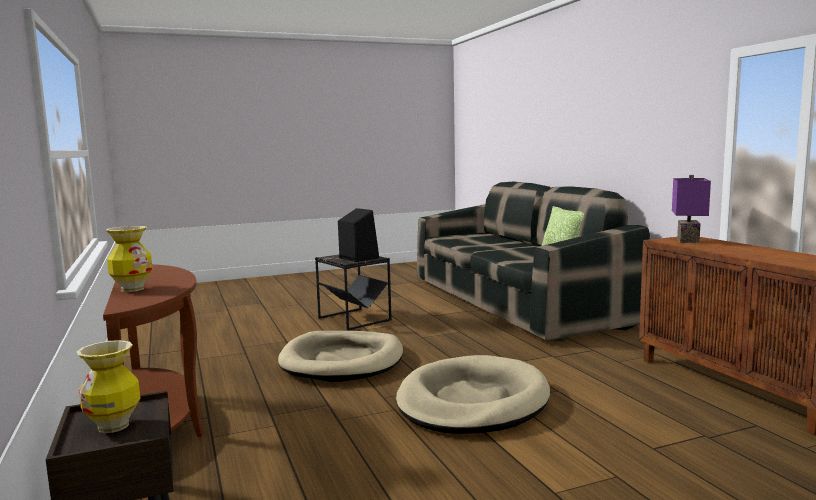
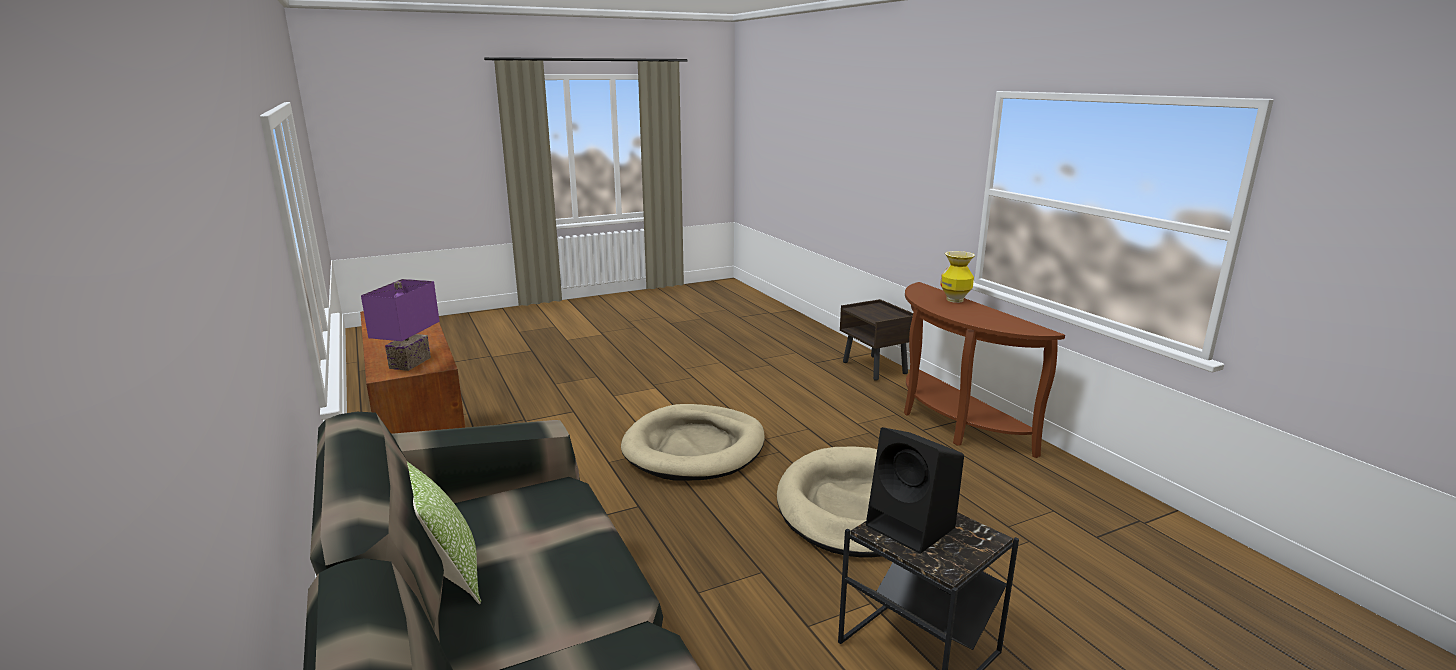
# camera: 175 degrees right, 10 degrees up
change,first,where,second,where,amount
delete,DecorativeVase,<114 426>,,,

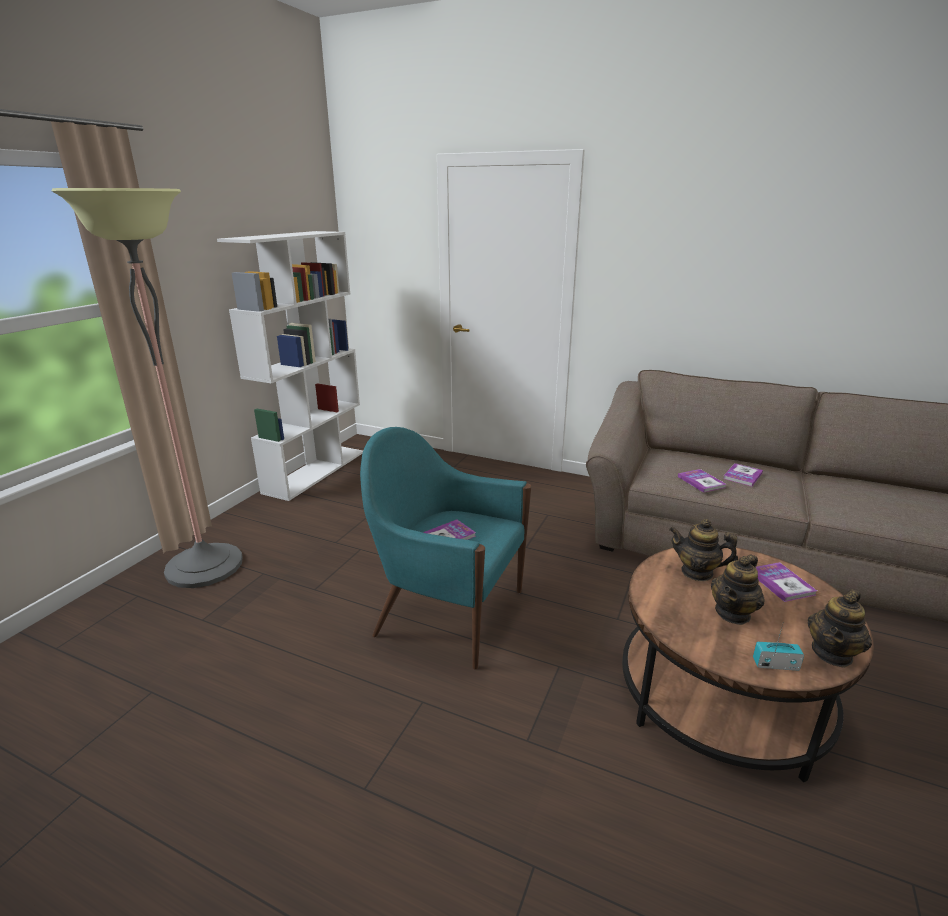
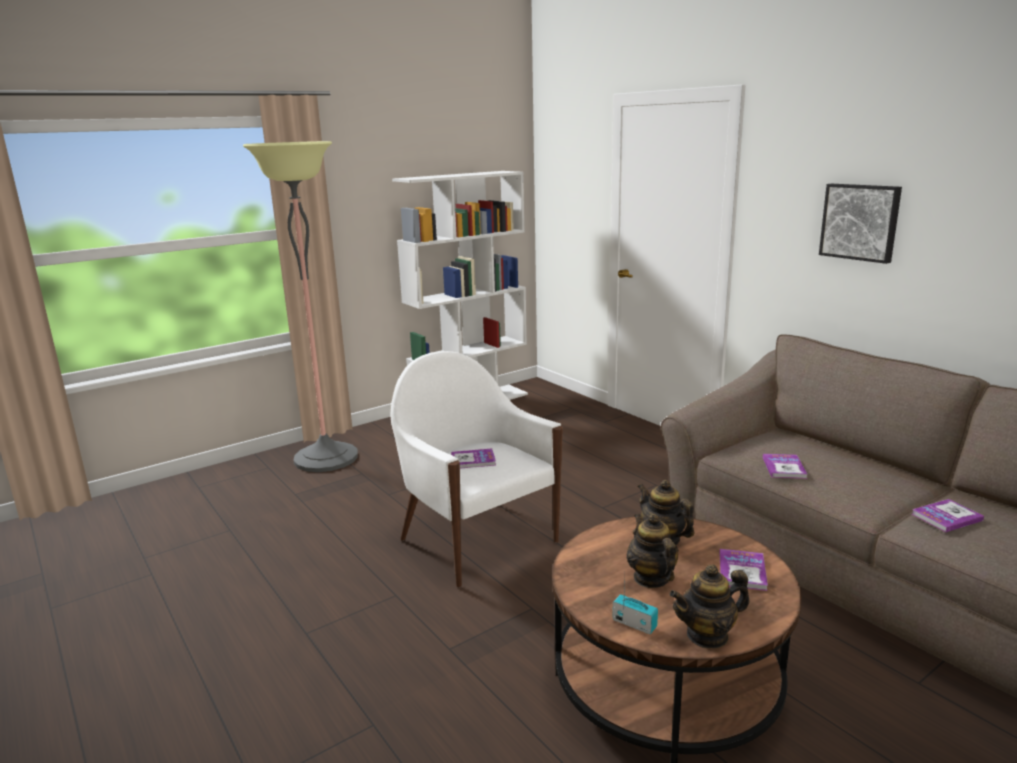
# camera: 30 degrees right, 5 degrees down
change,first,where,second,where,amount
insert,,,WallArt,<860 222>,
move,BoundBook,<742 476>,,<946 517>,
recolor,BlueGreenArmchair,<447 611>,WhiteArmchair,<477 539>,
rotate,PotForTea,<733 613>,,<651 578>,90 degrees clockwise

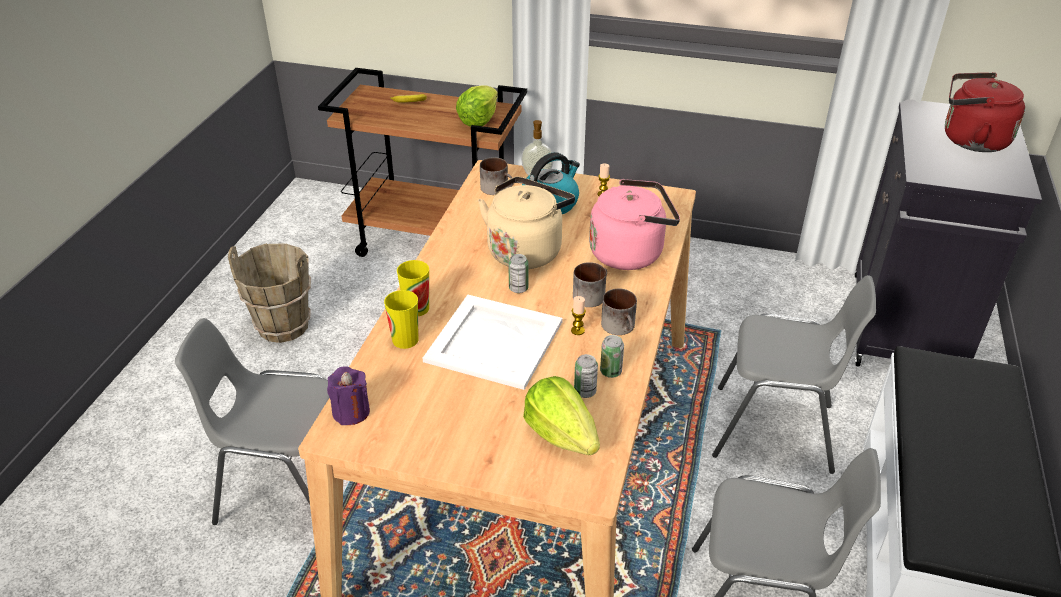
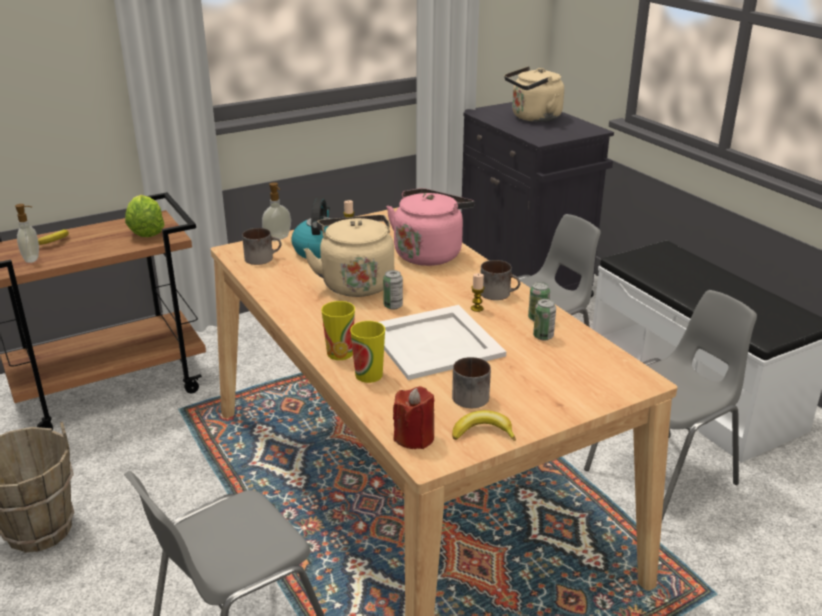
# camera: 45 degrees left, 10 degrees down
change,first,where,second,where,amount
delete,Lettuce,<561 435>,,,
insert,,,SoapDispenser,<33 259>,
insert,,,Banana,<483 432>,
move,CoffeeMug,<590 294>,,<468 395>,
recolor,PurpleColouredCandle,<351 412>,RedCandle,<414 437>,
recolor,RedKettle,<970 140>,SandColouredKettle,<533 118>,

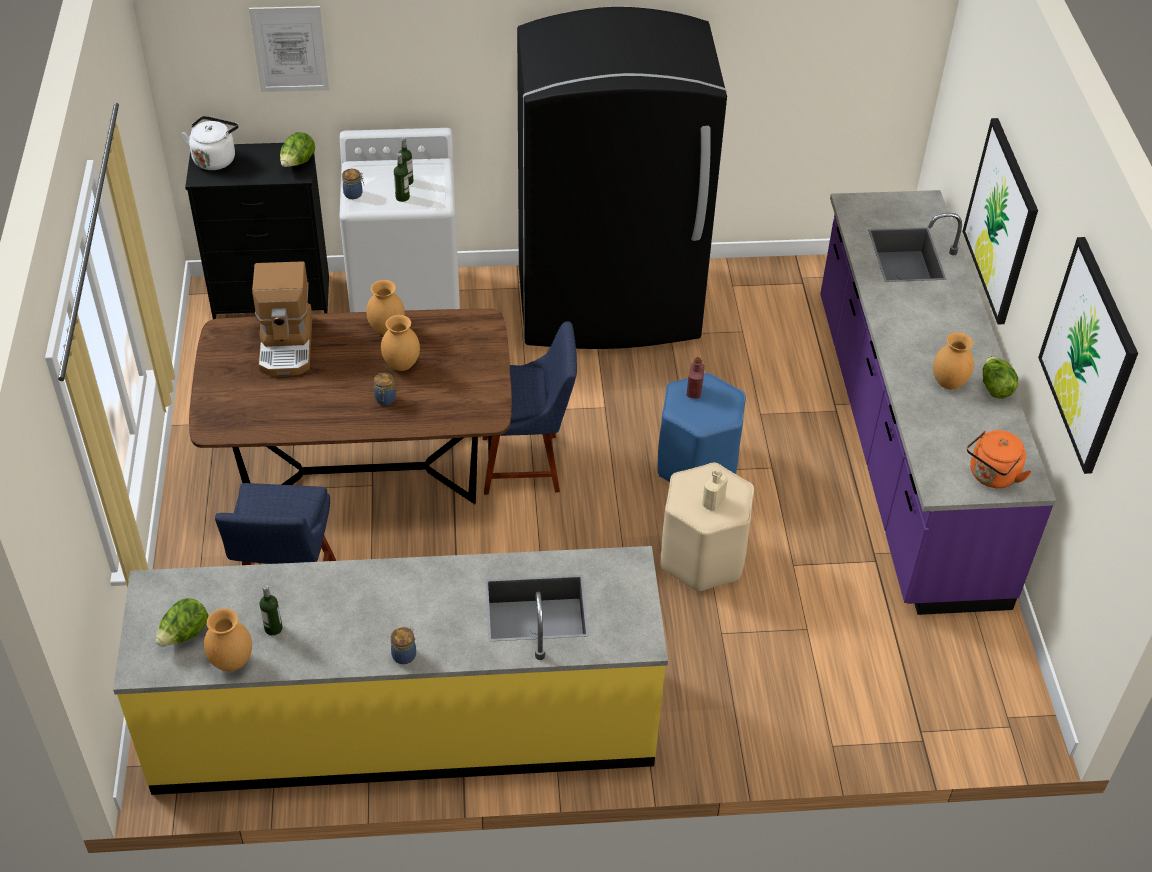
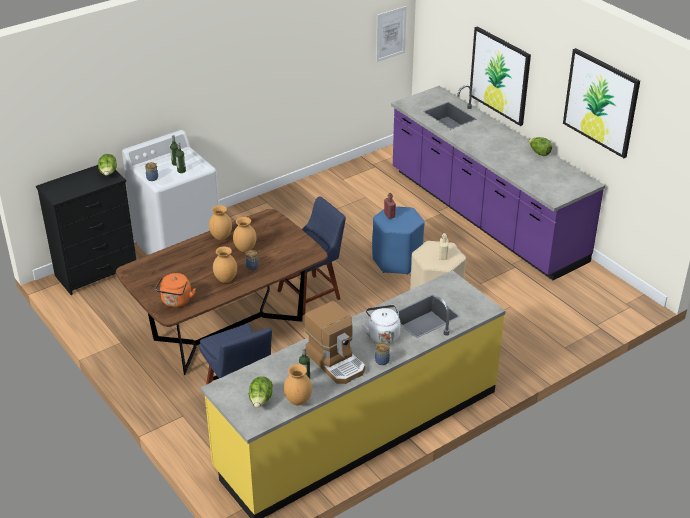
# camera: 30 degrees left, 10 degrees down
change,first,where,second,where,amount
delete,BlackishRefrigerator,<609 306>,,,
move,WhiteKettle,<215 158>,,<382 335>,
move,WallArt,<290 49>,,<390 34>,
move,CoffeeBrewer,<287 344>,,<336 362>,
move,BrownColouredDecorativeVase,<947 383>,,<225 280>,
move,OrangeKettle,<991 476>,,<176 302>,

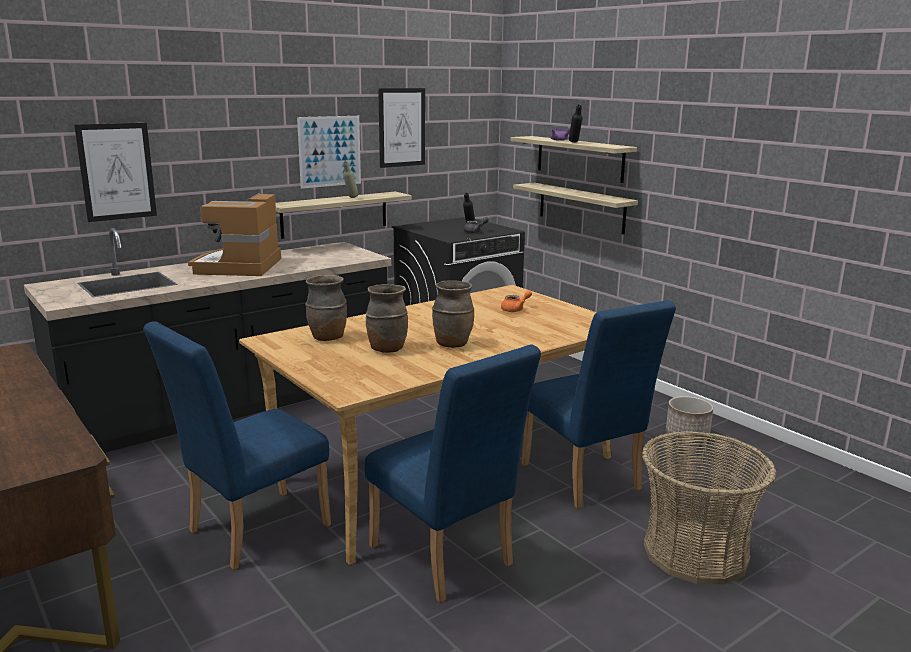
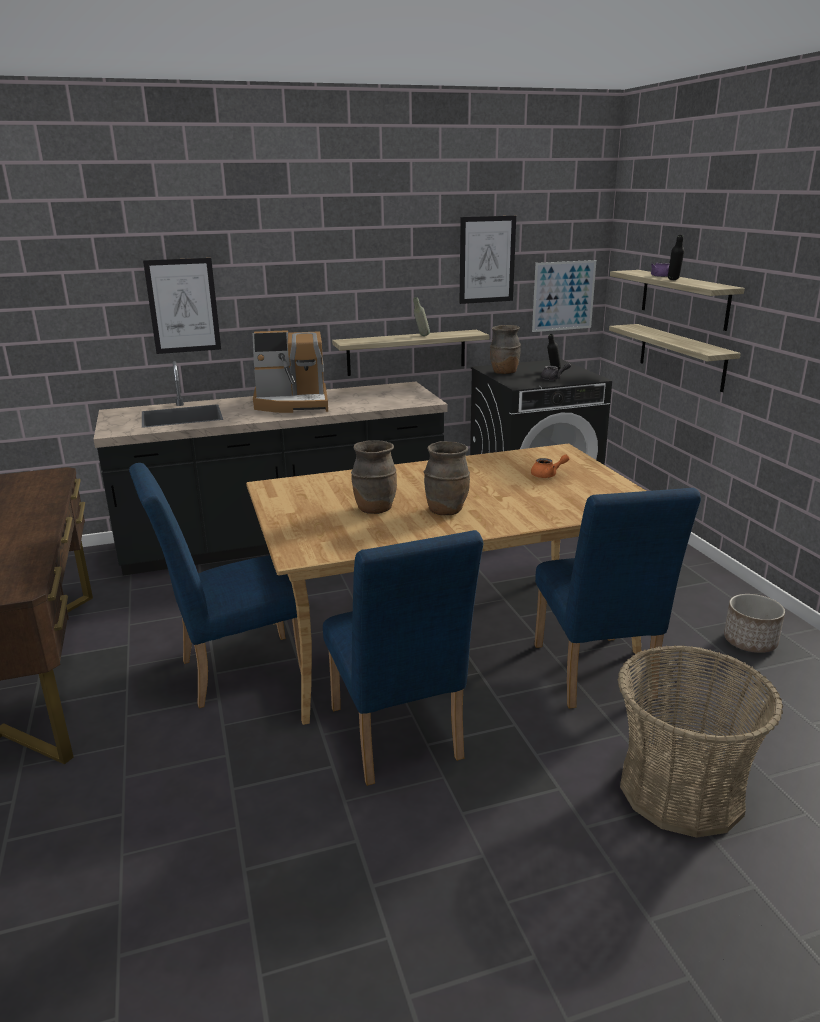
# camera: 20 degrees right, 5 degrees up
change,first,where,second,where,amount
move,WallArt,<330 151>,,<563 296>,
move,BrownColouredDecorativeVase,<327 338>,,<504 373>,
rotate,CoffeeBrewer,<239 266>,,<293 404>,120 degrees counterclockwise

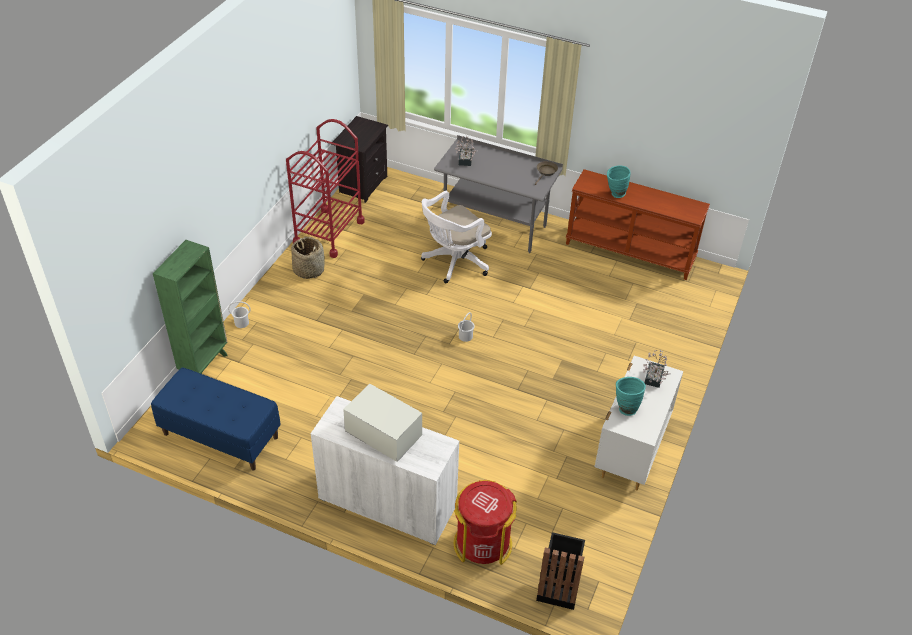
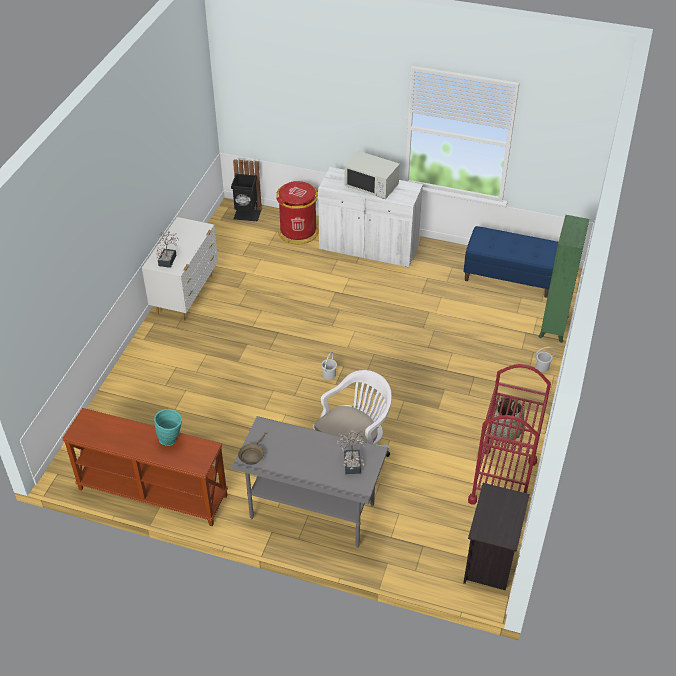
# camera: 175 degrees right, 0 degrees up
change,first,where,second,where,amount
delete,BlueGreenDecorativeVase,<625 407>,,,

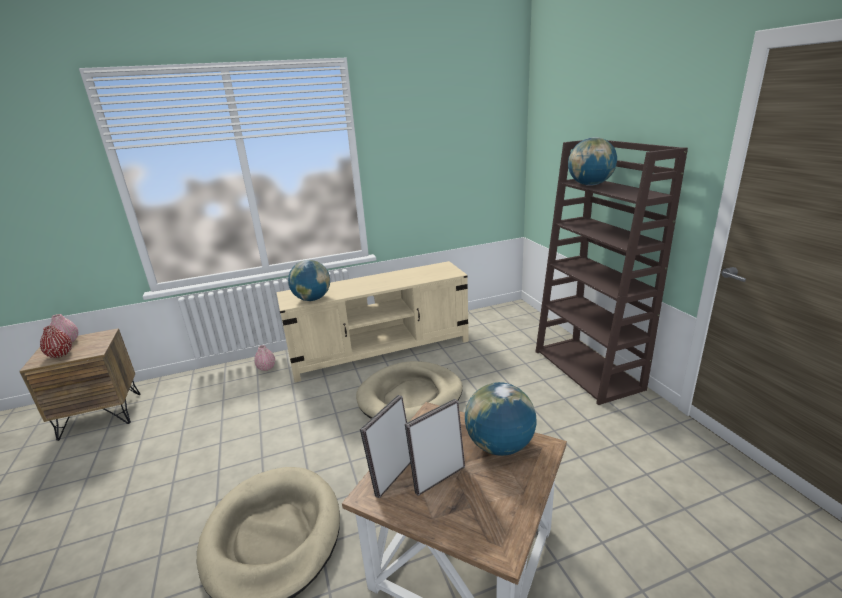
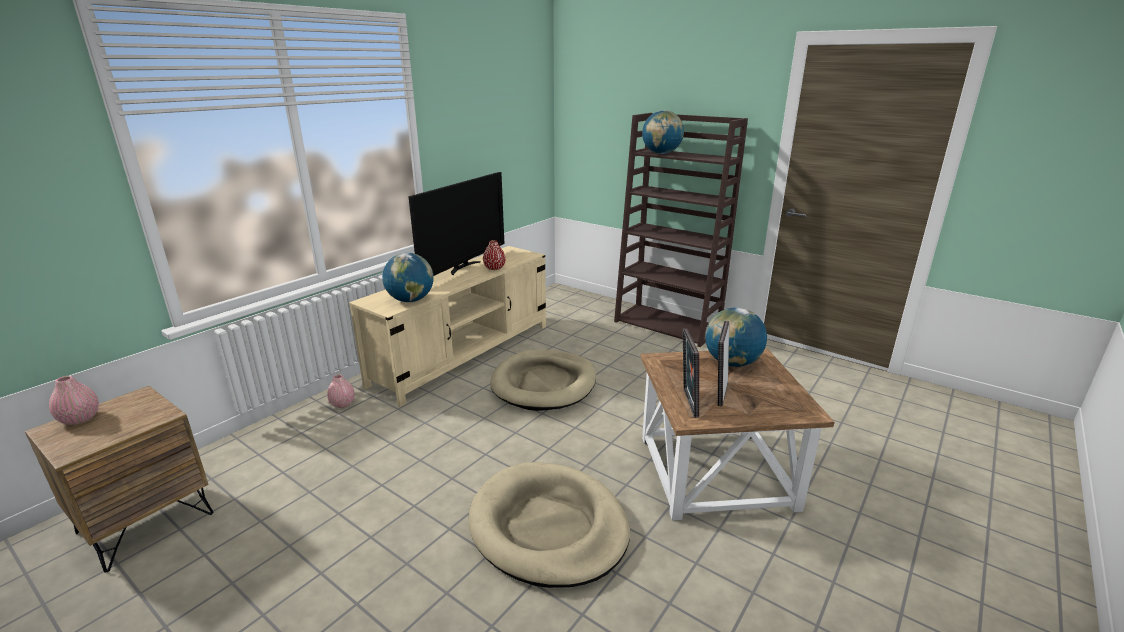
# camera: 35 degrees left, 0 degrees up
change,first,where,second,where,amount
insert,,,TvSet,<463 267>,
move,RedDecorativeVase,<60 354>,,<494 268>,

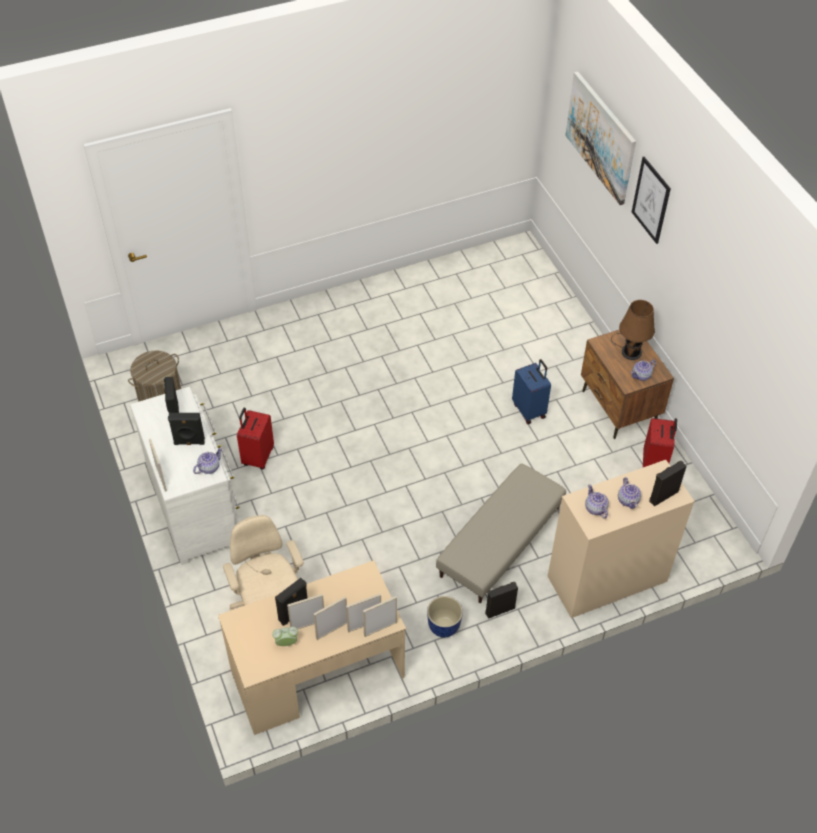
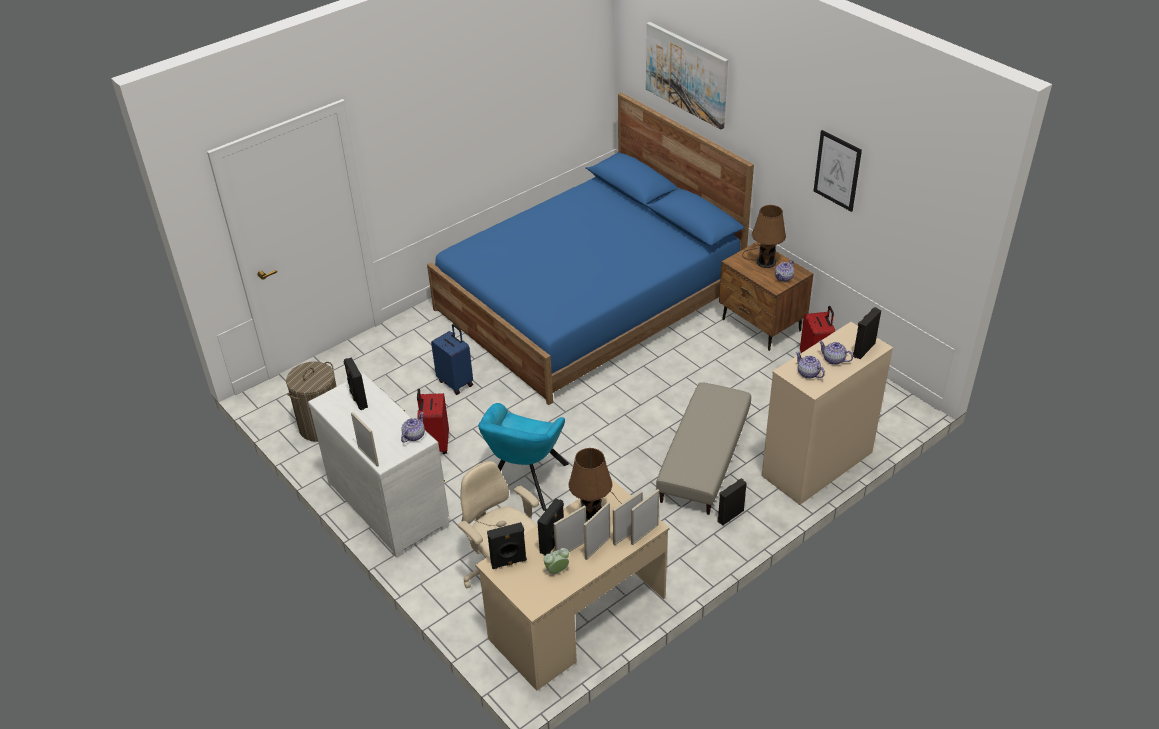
# camera: 15 degrees left, 10 degrees down
change,first,where,second,where,amount
delete,FlowerPot,<444 626>,,,
insert,,,BlueBedroomBed,<590 301>,
insert,,,BlueGreenArmchair,<524 482>,
insert,,,BrownColouredLampForATable,<593 511>,
move,BlackishLoudspeaker,<189 442>,,<509 562>,
move,BlueSuitcase,<529 410>,,<456 382>,
move,WallArt,<651 200>,,<837 170>,
rotate,PotForTea,<628 500>,,<834 360>,150 degrees clockwise

